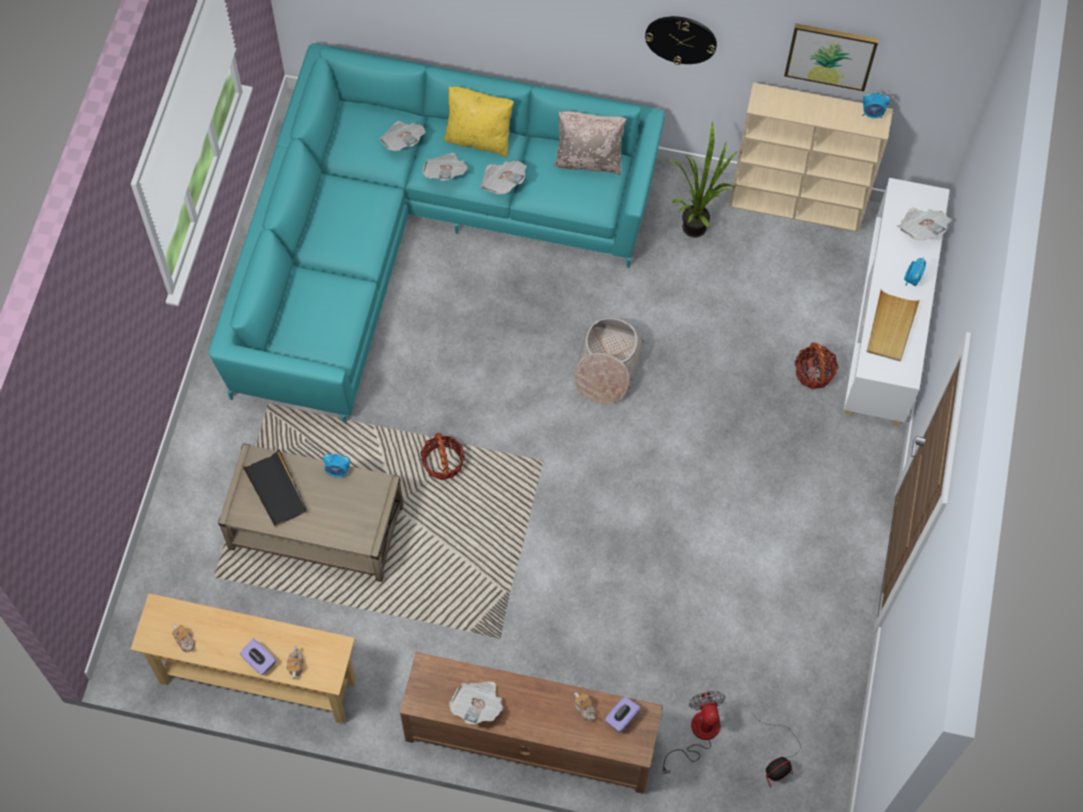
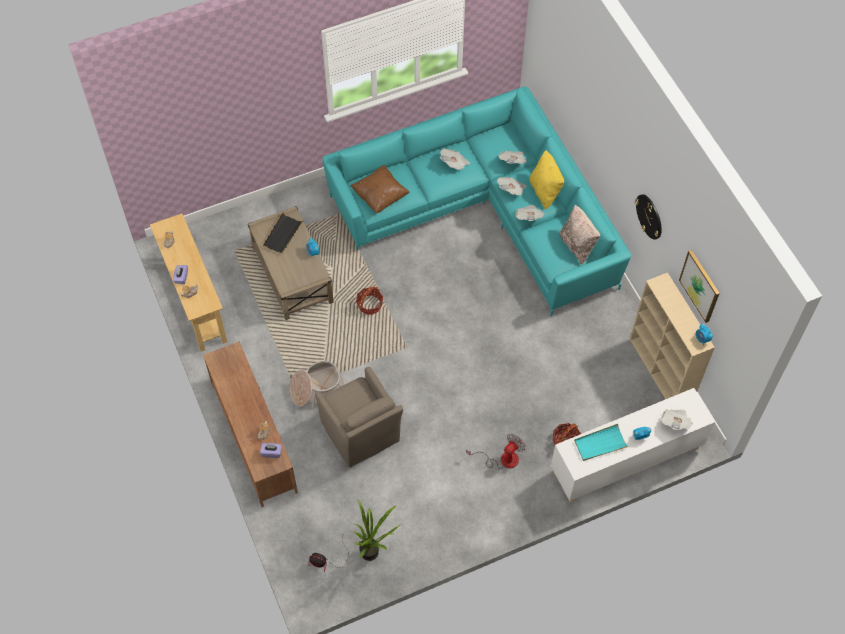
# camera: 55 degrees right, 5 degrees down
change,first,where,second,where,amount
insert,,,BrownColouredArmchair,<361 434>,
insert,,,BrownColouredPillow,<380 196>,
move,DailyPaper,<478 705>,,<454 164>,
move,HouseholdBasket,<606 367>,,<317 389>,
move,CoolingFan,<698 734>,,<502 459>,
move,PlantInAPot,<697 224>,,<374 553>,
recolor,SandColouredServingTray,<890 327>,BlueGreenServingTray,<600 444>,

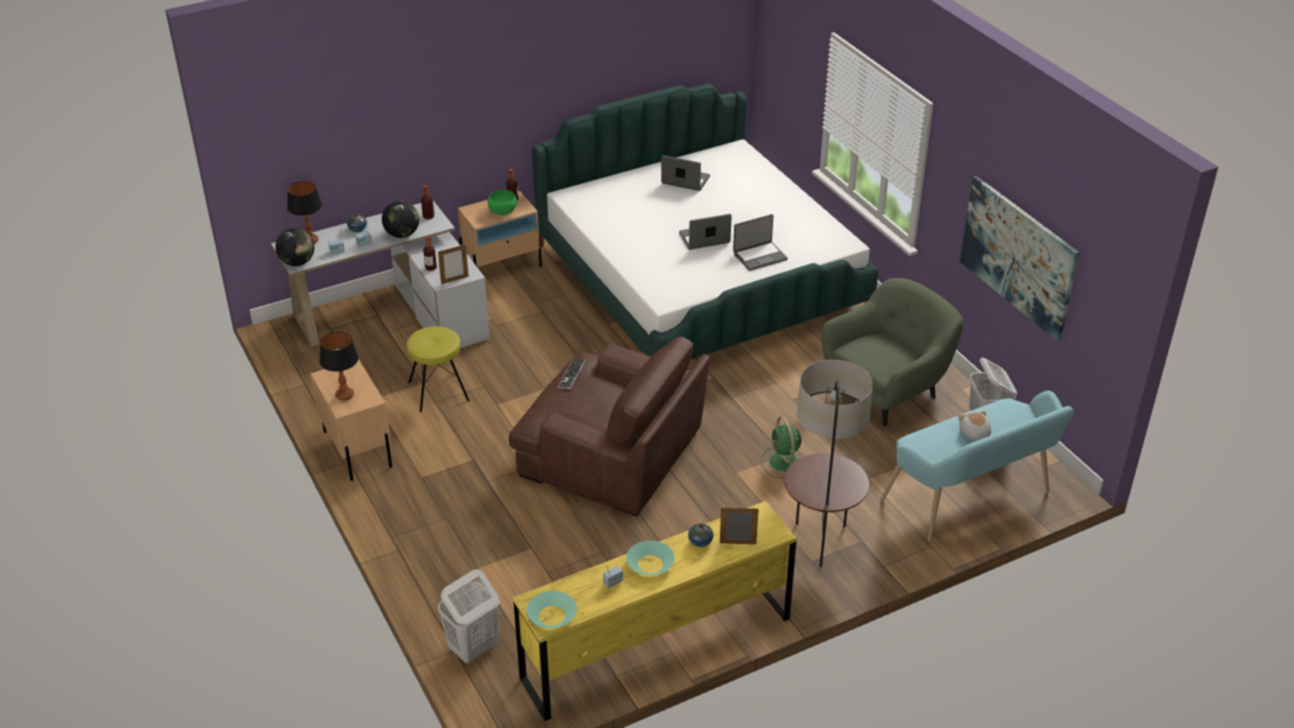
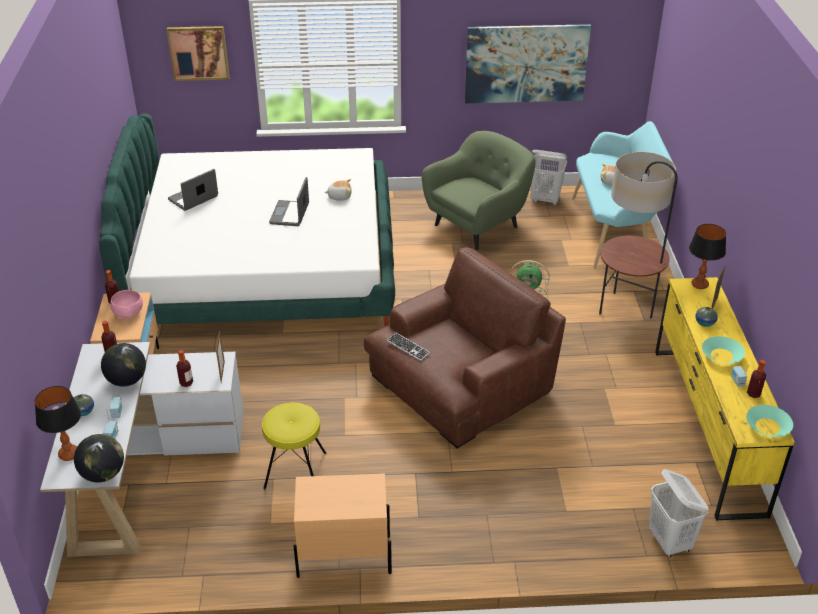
# camera: 65 degrees left, 0 degrees up
change,first,where,second,where,amount
insert,,,WallArt,<198 53>,
insert,,,DrinkBottle,<753 394>,
move,LampForATable,<345 395>,,<699 284>,
replace,Laptop,<759 256>,SoftToy,<339 196>,
recolor,GreenDeepDish,<502 211>,PinkColouredDeepDish,<128 313>,
rotate,GreenArmchair,<887 392>,,<478 225>,60 degrees clockwise

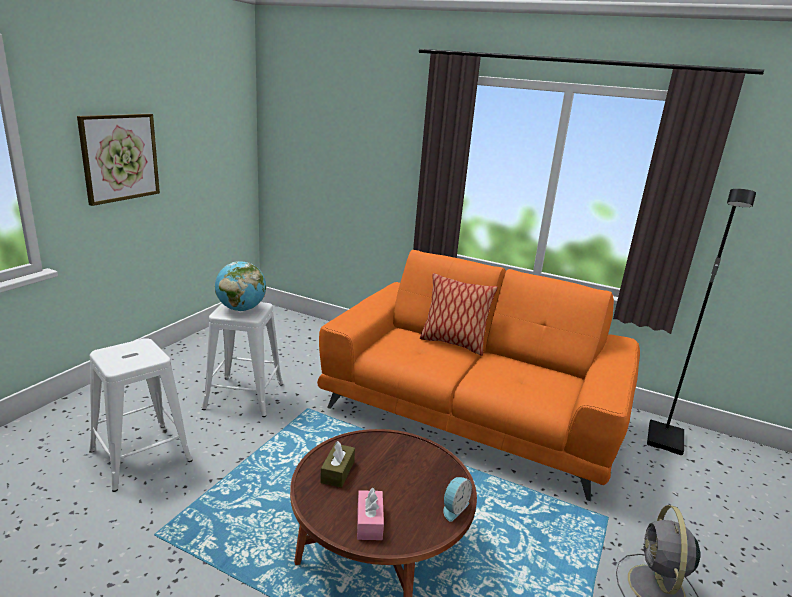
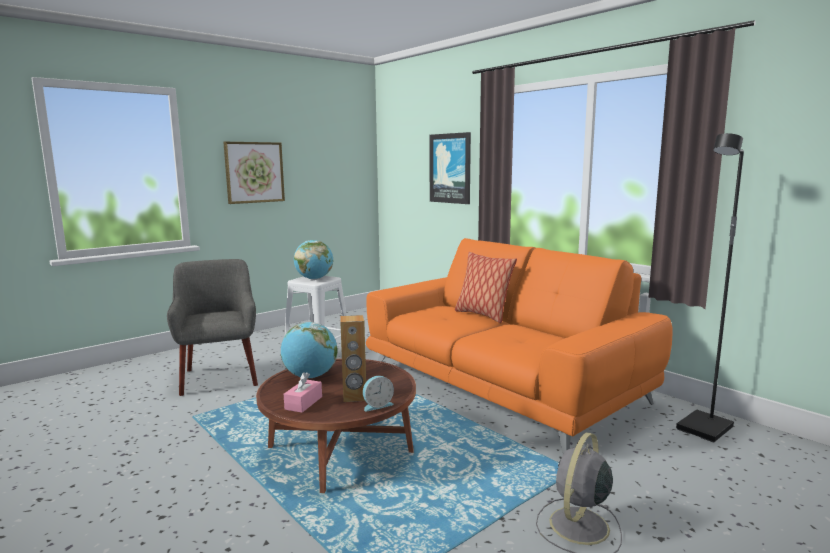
# camera: 25 degrees right, 10 degrees down
change,first,where,second,where,amount
insert,,,BrownColouredLoudspeaker,<354 397>,
insert,,,WallArt,<450 168>,
replace,WhiteSittingStool,<141 455>,GreyArmchair,<220 377>,
replace,BrownColouredTissueBox,<337 472>,DeskGlobe,<310 376>,

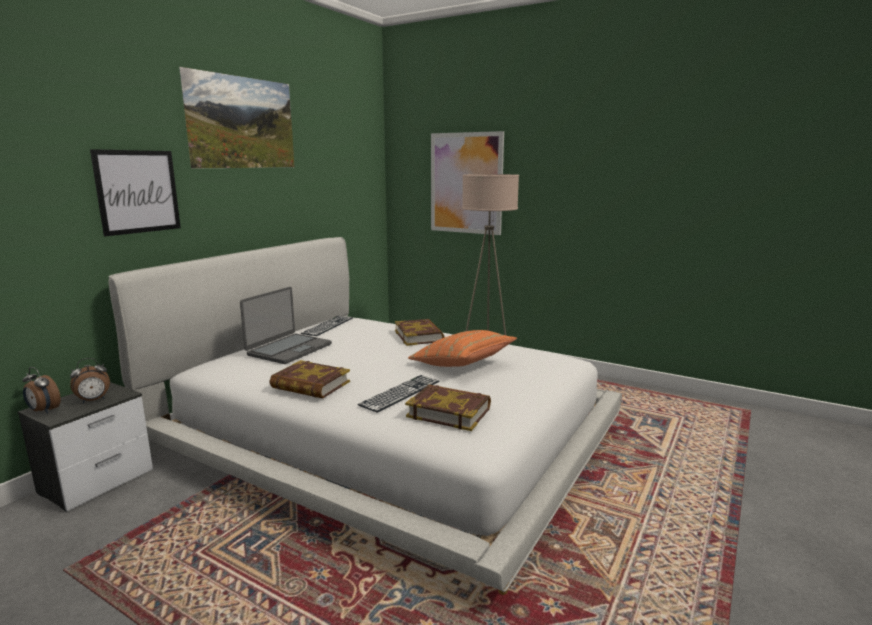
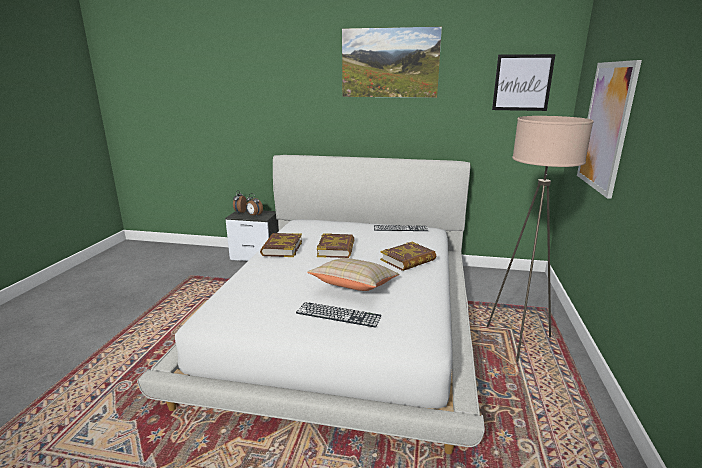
# camera: 70 degrees right, 5 degrees up
change,first,where,second,where,amount
delete,Laptop,<289 349>,,,
move,WallArt,<138 191>,,<522 83>,
move,PcKeyboard,<400 393>,,<338 314>,
move,BoundBook,<449 412>,,<336 249>,
recolor,OrangePillow,<462 364>,SandColouredPillow,<354 287>,

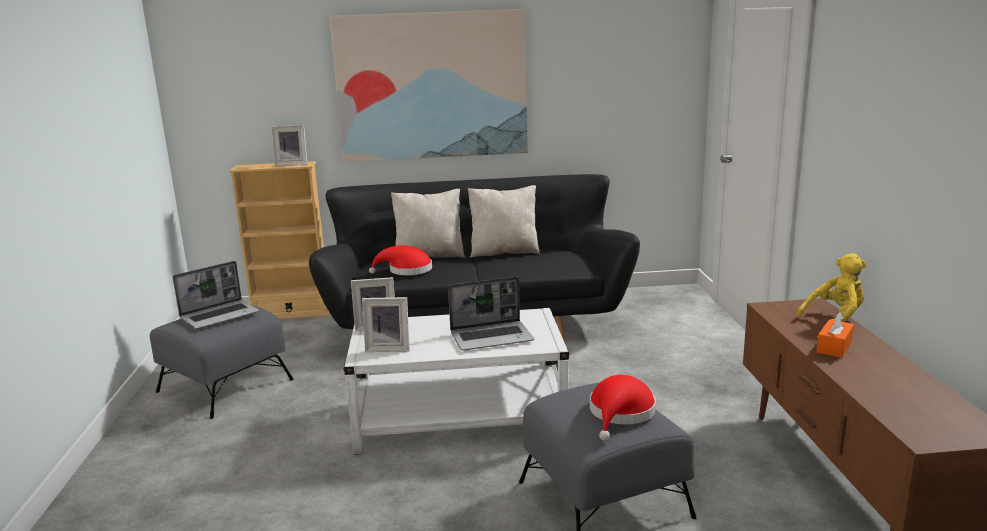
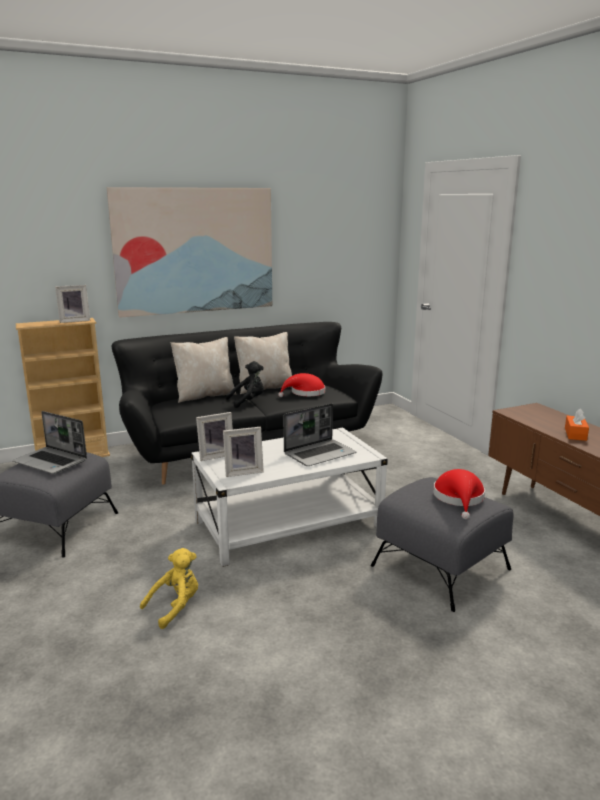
# camera: 20 degrees left, 0 degrees up
change,first,where,second,where,amount
insert,,,BlackishSoftToy,<248 401>,
move,RedHat,<406 270>,,<305 393>,
move,YellowColouredSoftToy,<835 319>,,<175 607>,
rotate,Laptop,<220 315>,,<51 461>,90 degrees clockwise

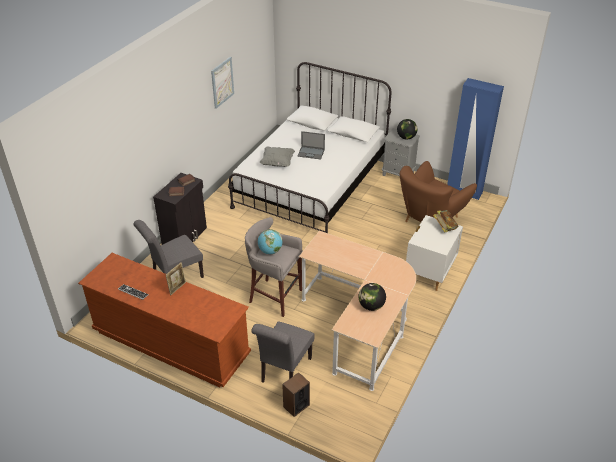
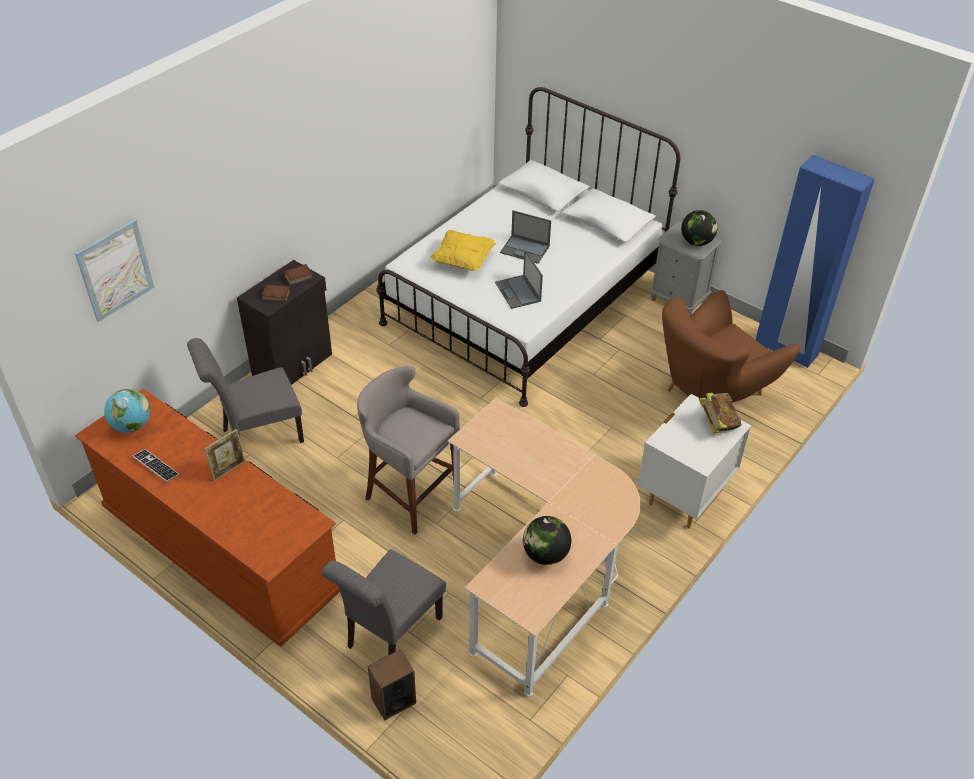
# camera: 10 degrees right, 5 degrees up
change,first,where,second,where,amount
insert,,,Laptop,<518 292>,
move,WallArt,<222 82>,,<115 270>,
move,DeskGlobe,<270 251>,,<131 426>,
recolor,GreyPillow,<277 163>,YellowColouredPillow,<463 260>,

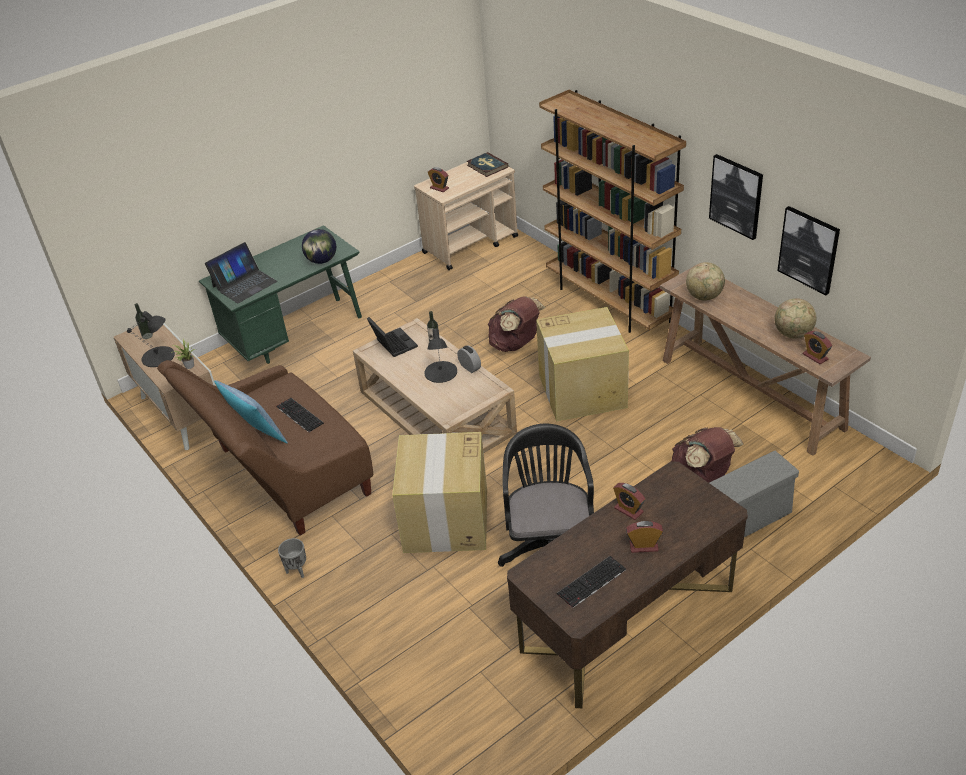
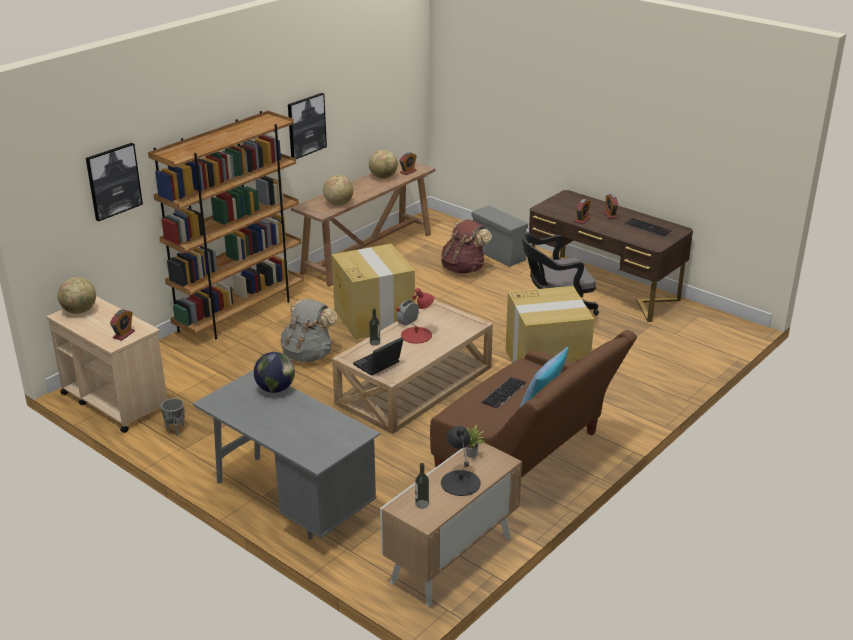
# camera: 105 degrees left, 10 degrees down
change,first,where,second,where,amount
delete,Laptop,<244 284>,,,
move,GreyFlowerPot,<297 571>,,<175 430>,
move,WallArt,<809 249>,,<113 181>,
replace,BoundBook,<487 166>,DeskGlobe,<80 311>,
recolor,GreenDeskUnit,<296 334>,GreyDeskUnit,<290 501>,
recolor,BlackishLampForATable,<440 372>,RedLampForATable,<417 335>,
recolor,BrownColouredKnapsack,<515 344>,GreyKnapsack,<308 355>,

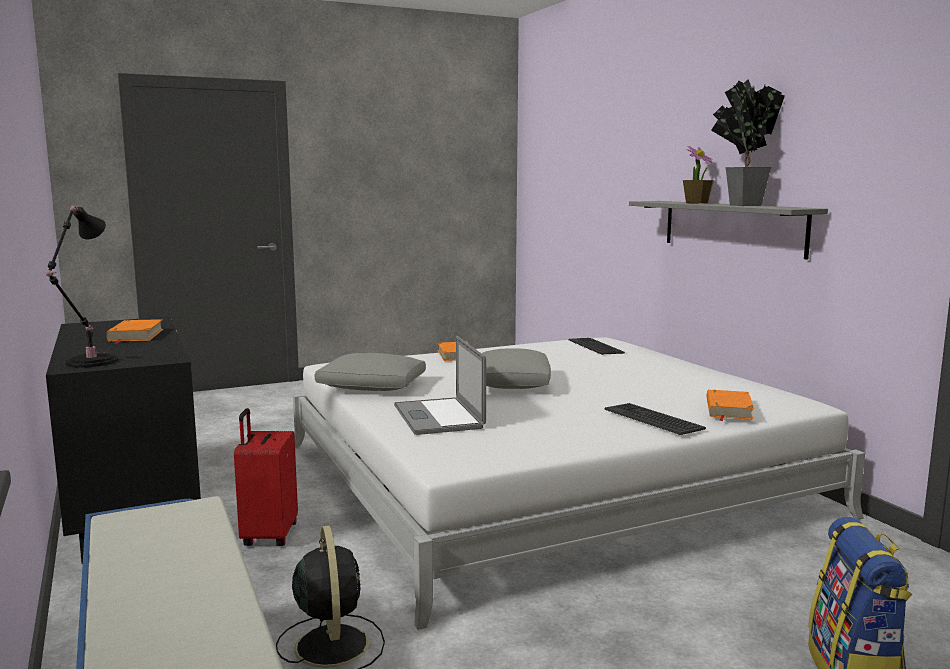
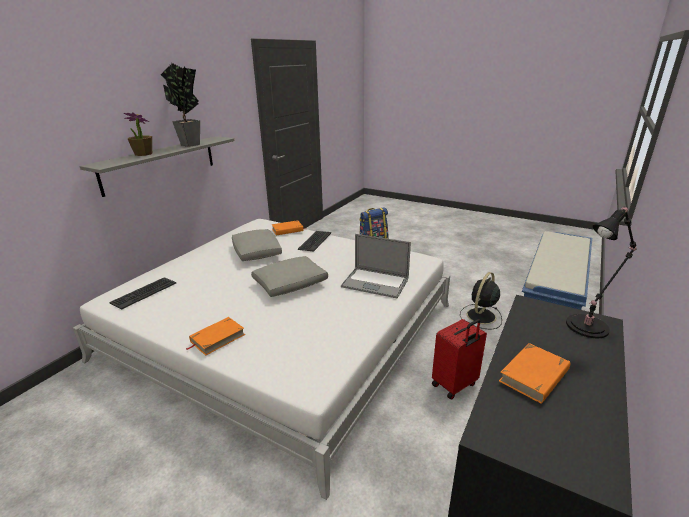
# camera: 125 degrees left, 15 degrees up
change,first,where,second,where,amount
move,GreyPillow,<373 387>,,<256 252>,
rotate,Laptop,<438 416>,,<375 283>,75 degrees clockwise

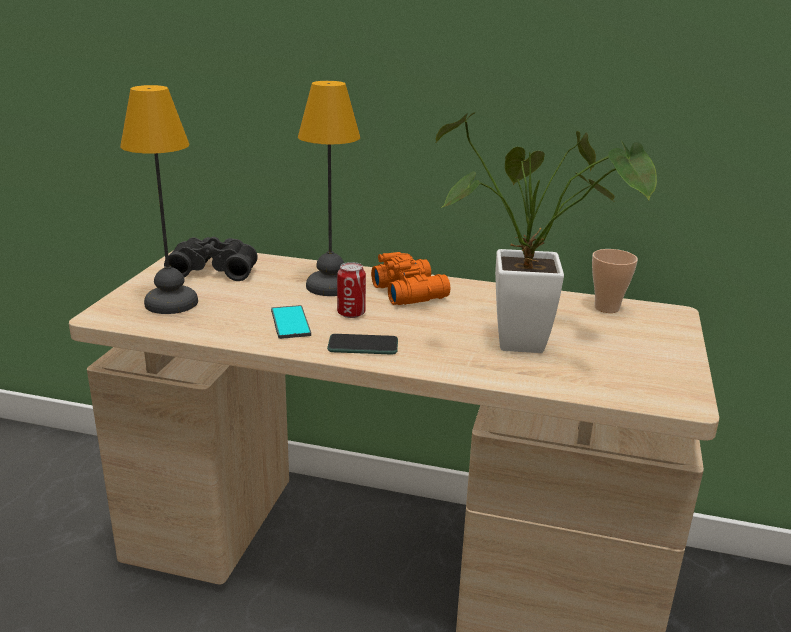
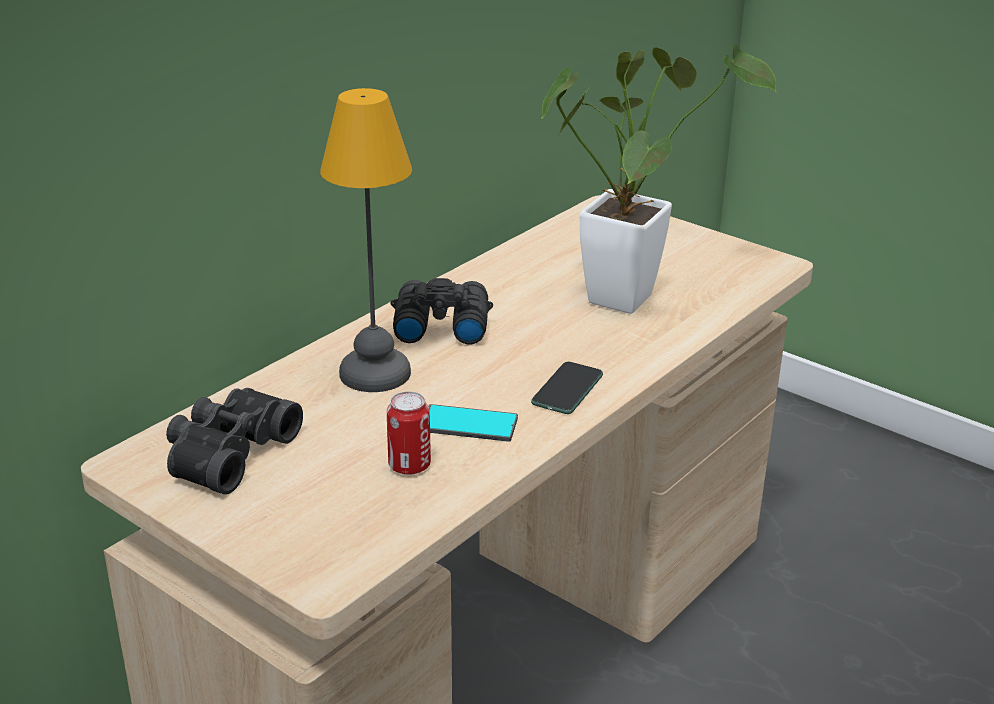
# camera: 65 degrees left, 5 degrees up
change,first,where,second,where,amount
delete,LampForATable,<171 303>,,,
delete,SmallCup,<607 308>,,,
move,MetalCan,<351 313>,,<409 465>,
recolor,OrangeFieldGlasses,<410 291>,BlackishFieldGlasses,<439 324>,

